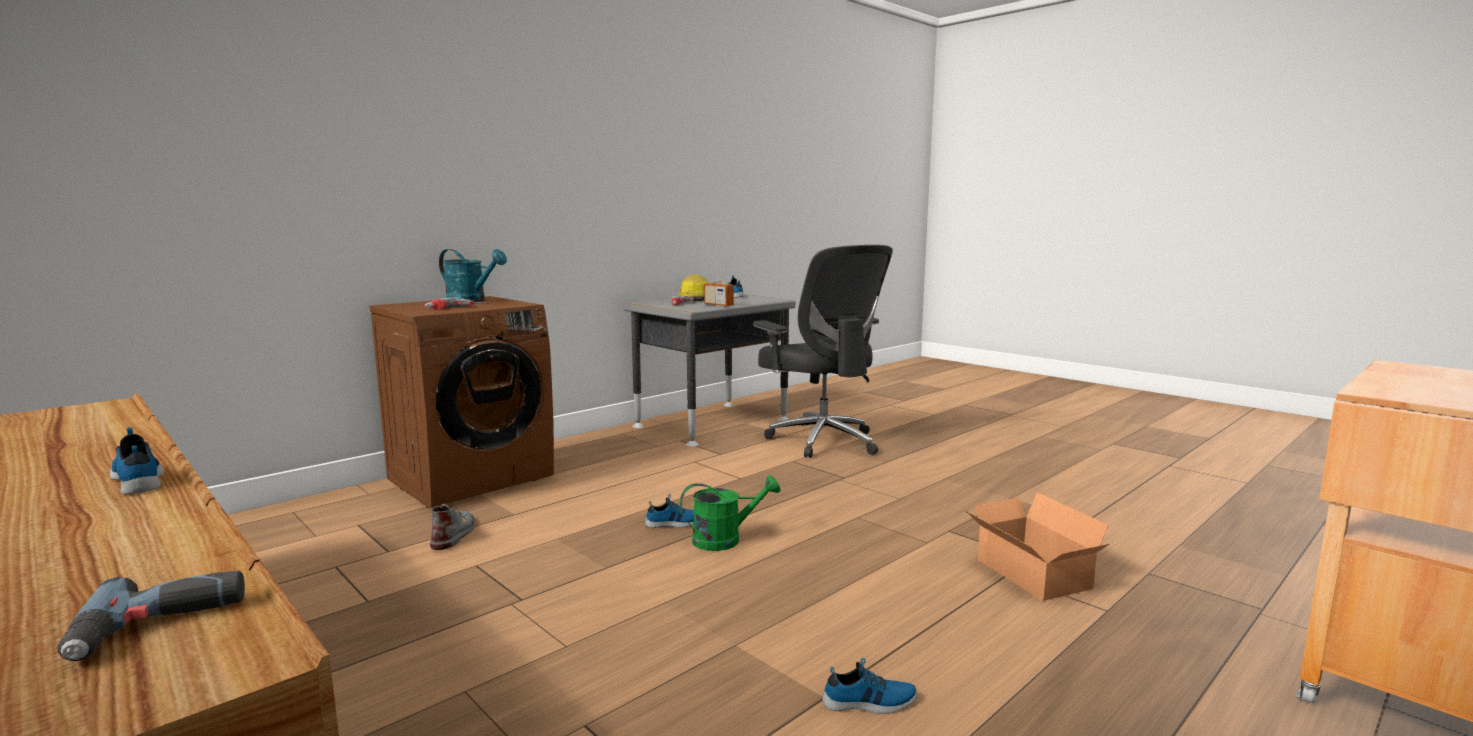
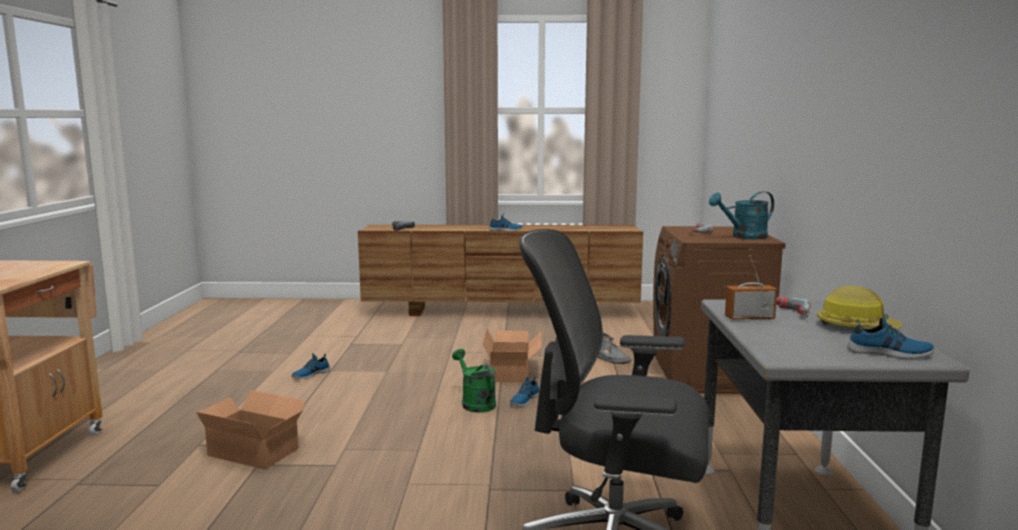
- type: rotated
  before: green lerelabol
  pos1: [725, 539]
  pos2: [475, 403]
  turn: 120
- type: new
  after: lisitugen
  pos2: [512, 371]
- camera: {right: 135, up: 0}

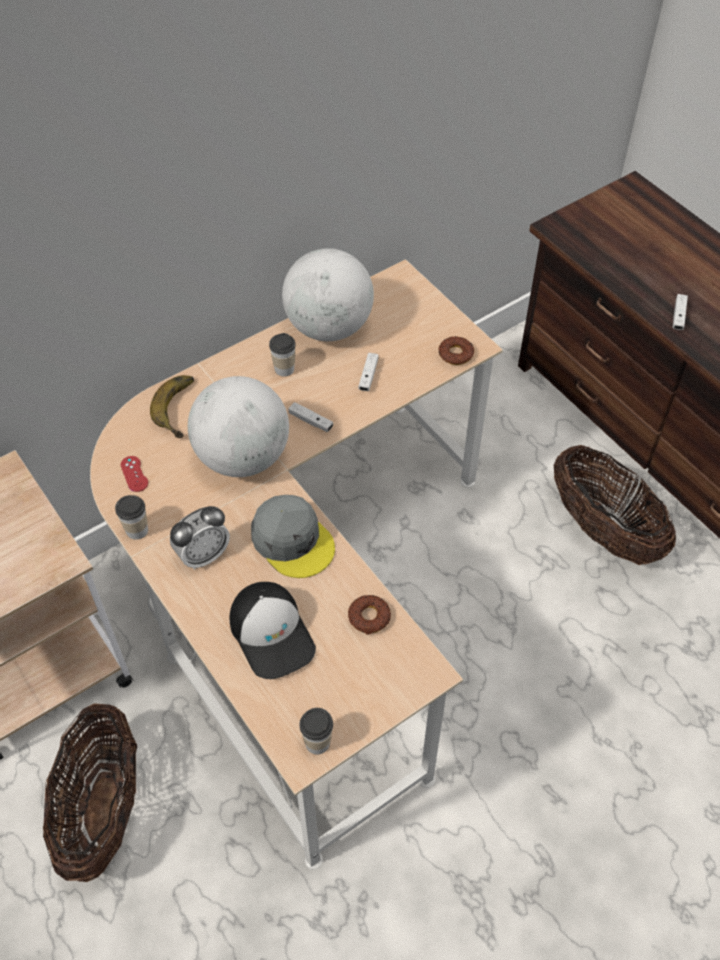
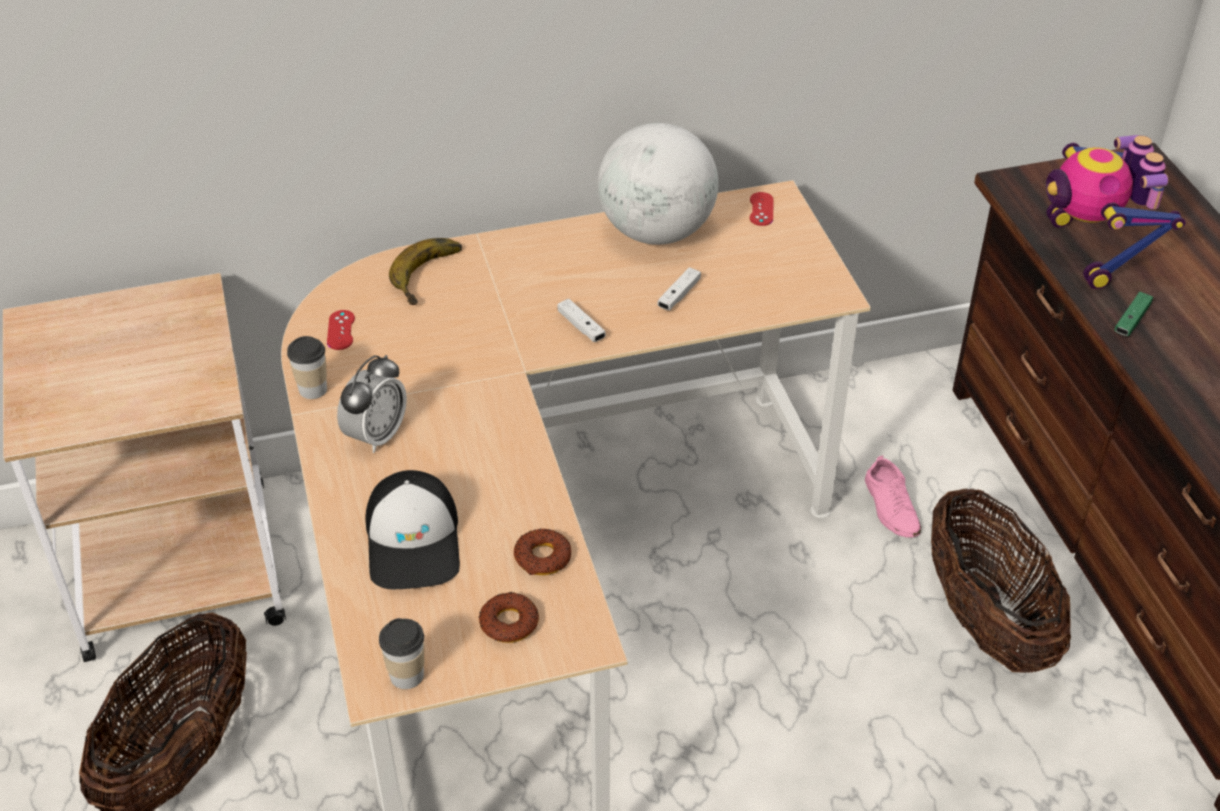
- type: rotated
  before: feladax
  pos1: [203, 555]
  pos2: [376, 435]
  turn: -45
- type: shifted
  before: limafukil
  pos1: [455, 354]
  pos2: [509, 622]
- type: new
  after: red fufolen
  pos2: [761, 209]
- type: new
  after: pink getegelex
  pos2: [891, 507]
- type: new
  after: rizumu
  pos2: [1092, 251]
- type: repainted
  before: white fufolen
  after: green fufolen
  pos1: [678, 316]
  pos2: [1131, 320]
- type: gone
  before: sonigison
  pos1: [242, 457]
- type: gone
  before: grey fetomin
  pos1: [293, 540]
- type: gone
  before: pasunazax
  pos1: [284, 369]
- camera: {right: 20, up: -10}

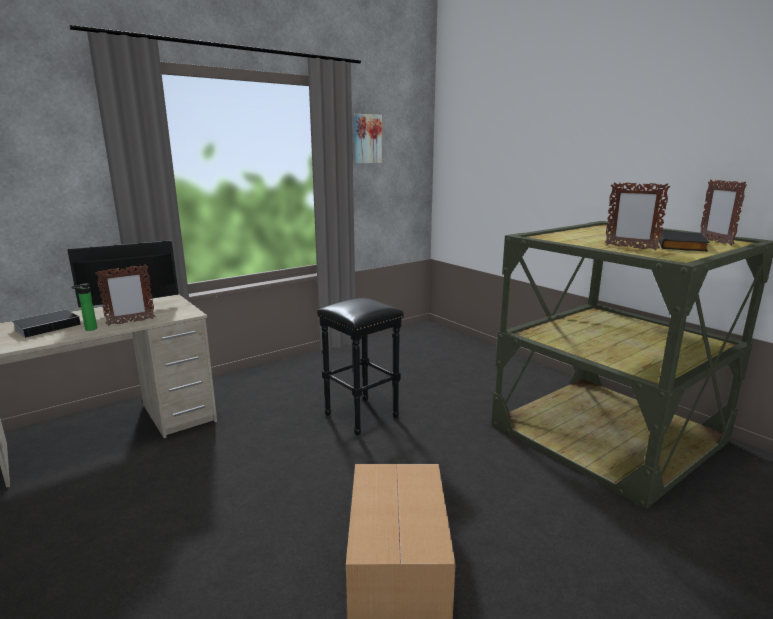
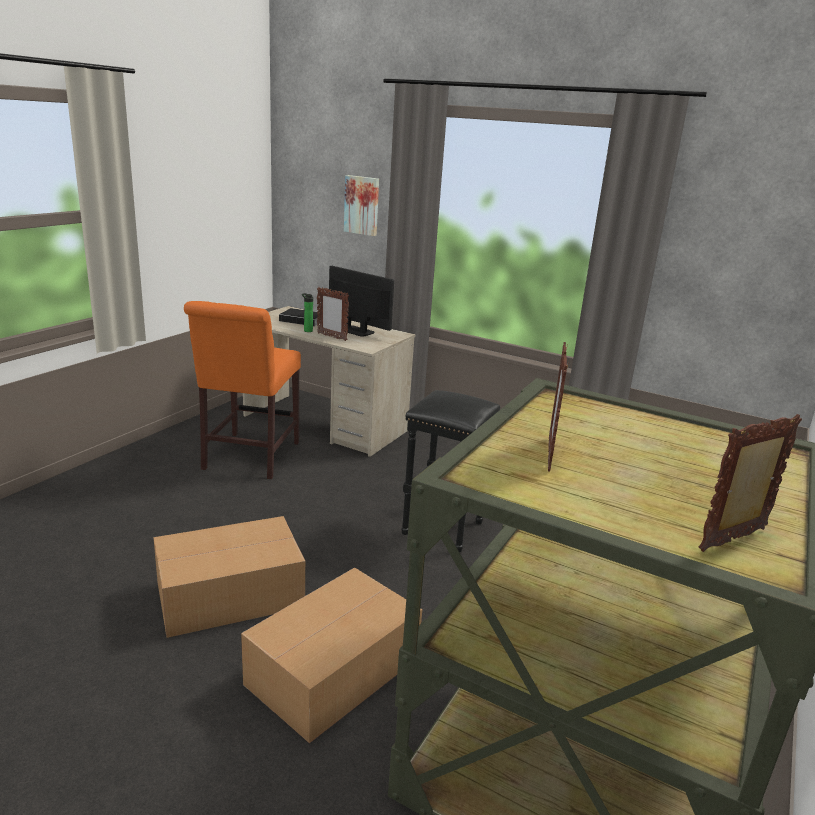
- type: new
  after: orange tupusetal
  pos2: [248, 458]
- type: new
  after: lisitugen
  pos2: [336, 670]
- type: shifted
  before: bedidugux
  pos1: [367, 139]
  pos2: [362, 205]
- type: gone
  before: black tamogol
  pos1: [682, 245]
- camera: {right: 65, up: 5}

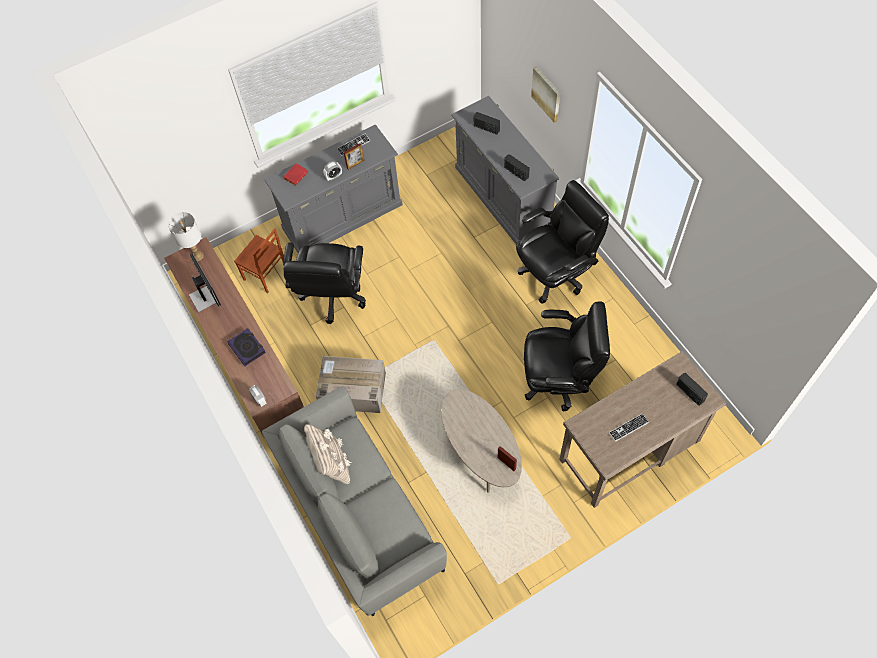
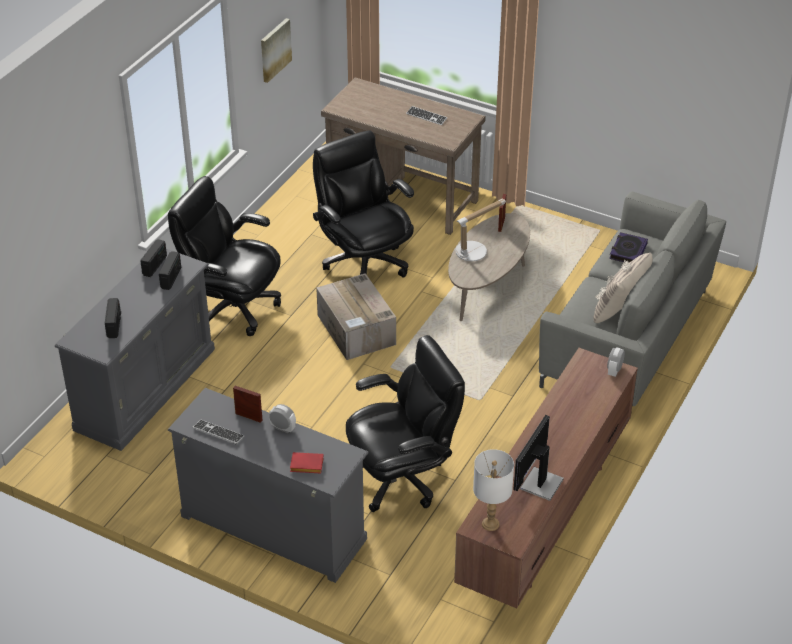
- type: shifted
  before: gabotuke
  pos1: [690, 392]
  pos2: [155, 265]
- type: shifted
  before: bedidugux
  pos1: [547, 94]
  pos2: [274, 49]
- type: shifted
  before: lisitugen
  pos1: [352, 390]
  pos2: [357, 330]
- type: new
  after: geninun
  pos2: [474, 250]
- type: shifted
  before: tamogol
  pos1: [247, 348]
  pos2: [628, 251]
- type: gone
  before: brown tupusetal
  pos1: [266, 275]
- camera: {right: -125, up: -20}

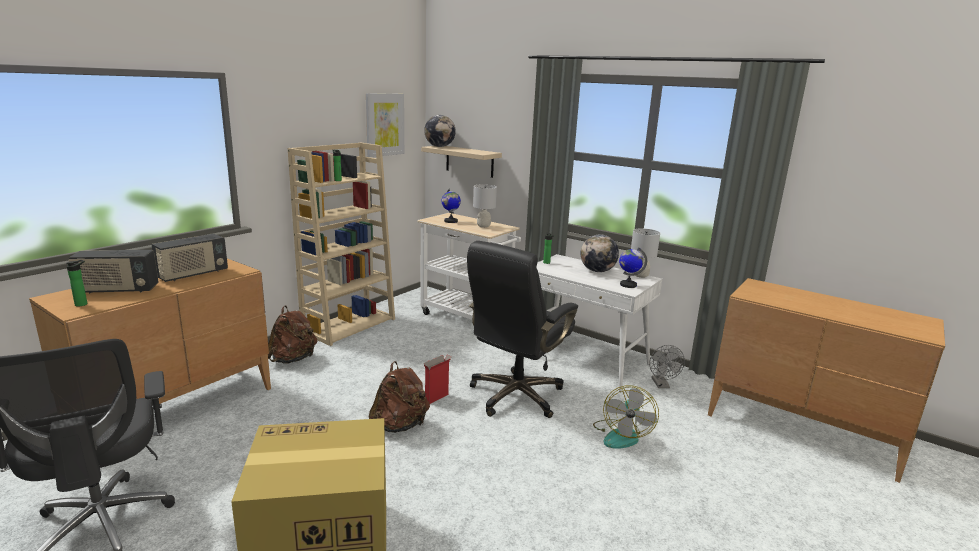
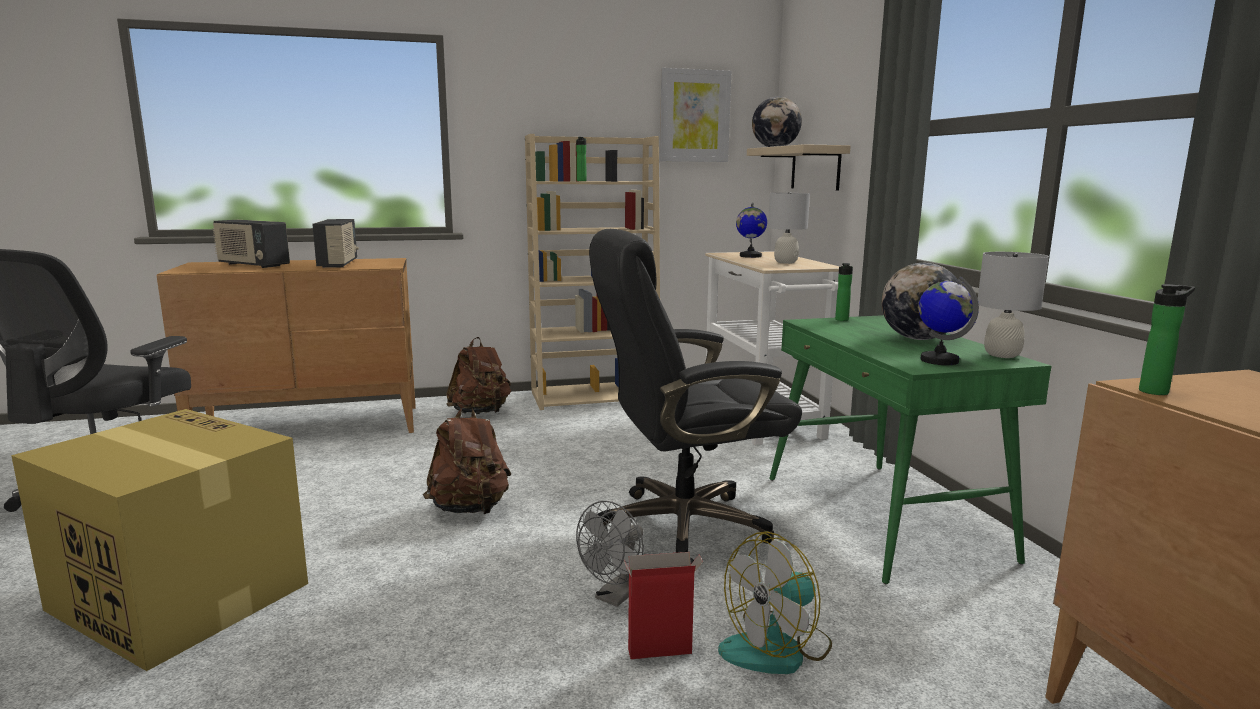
- type: rotated
  before: gabotuke
  pos1: [193, 274]
  pos2: [339, 264]
  turn: -90
- type: shifted
  before: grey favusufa
  pos1: [662, 385]
  pos2: [615, 597]
- type: shifted
  before: lisitugen
  pos1: [437, 398]
  pos2: [661, 651]
- type: repainted
  before: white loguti
  after: green loguti
  pos1: [583, 359]
  pos2: [883, 517]
- type: shifted
  before: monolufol
  pos1: [83, 304]
  pos2: [1156, 391]
- camera: {right: 40, up: -5}

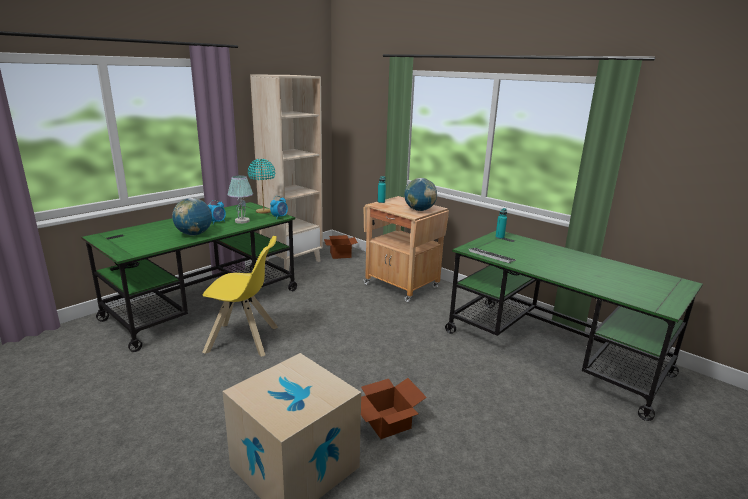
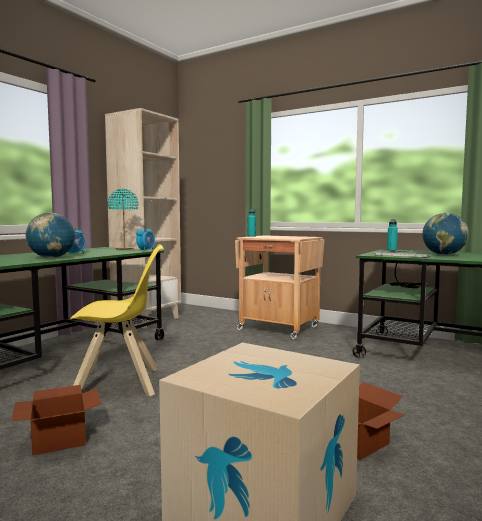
- type: shifted
  before: lisitugen
  pos1: [341, 254]
  pos2: [60, 438]
- type: shifted
  before: sonigison
  pos1: [419, 210]
  pos2: [443, 255]
- type: gone
  before: geninun
  pos1: [242, 221]
- camera: {right: -10, up: -15}

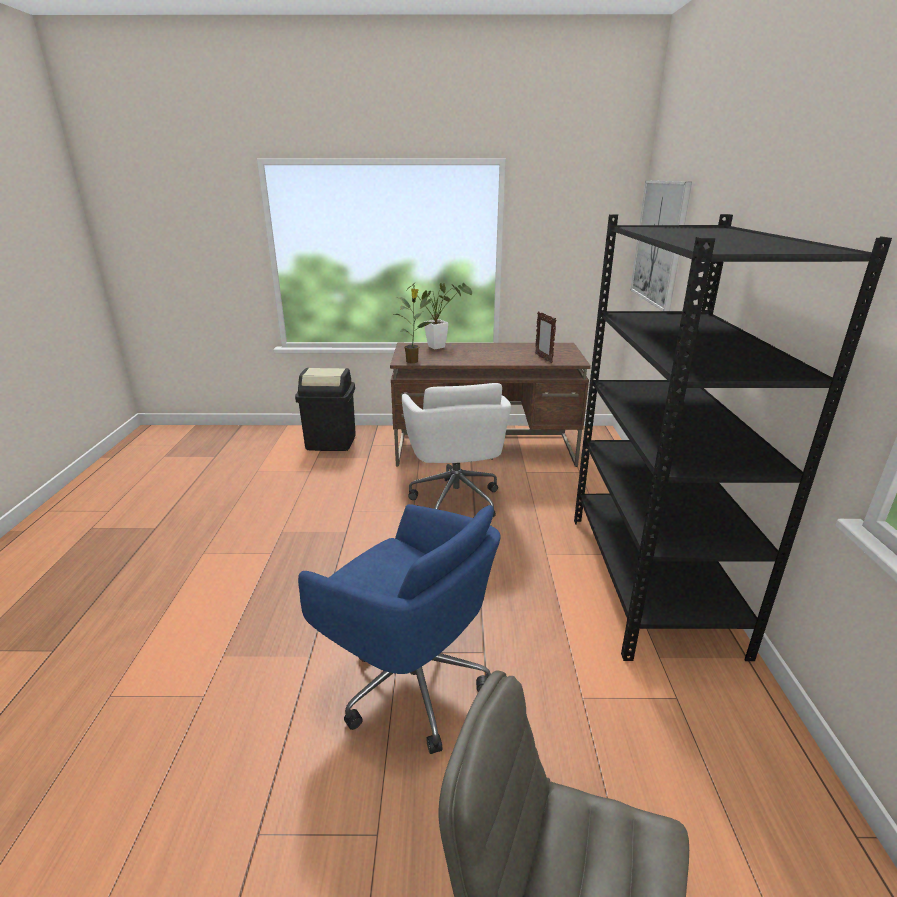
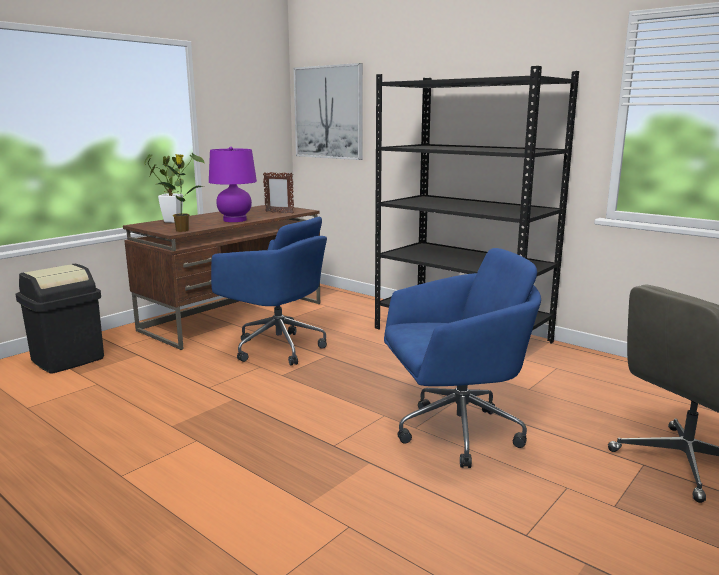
- type: new
  after: purple geninun
  pos2: [235, 220]
- type: repainted
  before: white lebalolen
  after: blue lebalolen
  pos1: [454, 498]
  pos2: [275, 348]
- camera: {right: -50, up: -10}

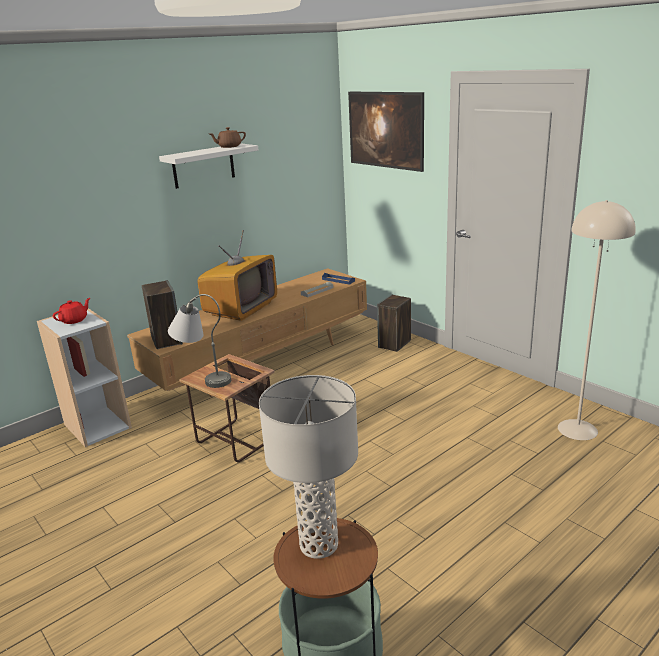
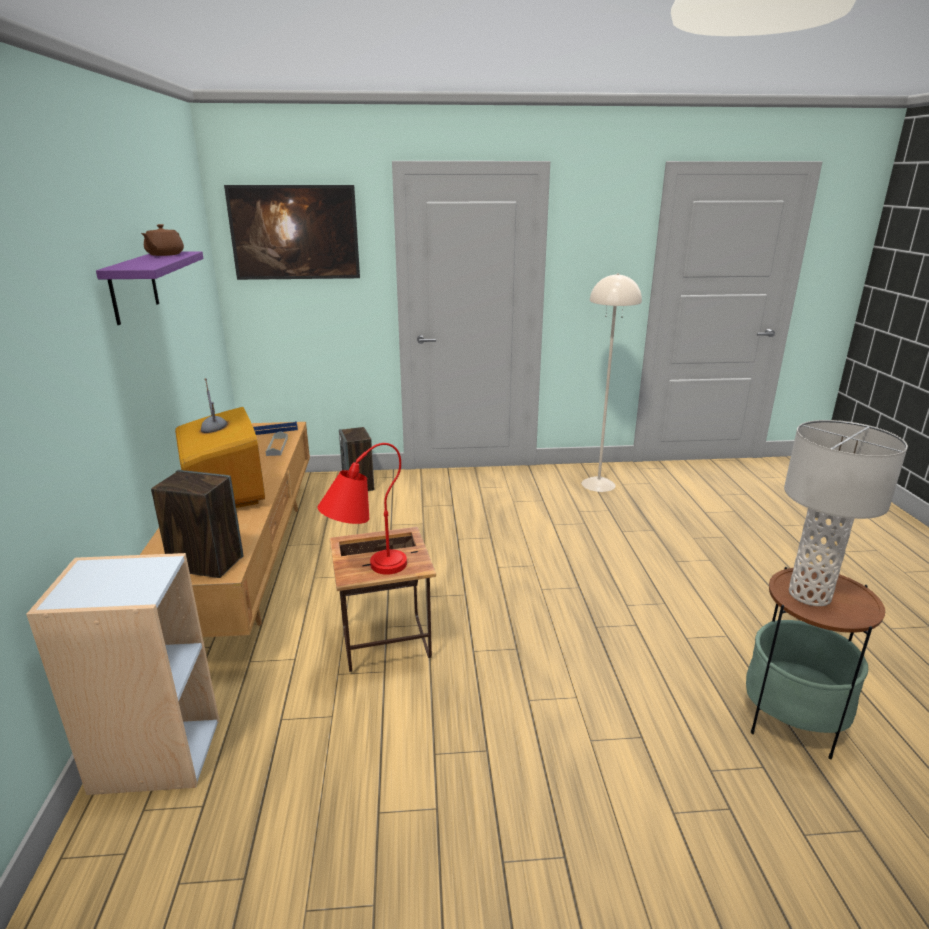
- type: repainted
  before: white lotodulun
  after: purple lotodulun
  pos1: [203, 166]
  pos2: [133, 287]
- type: repainted
  before: grey geninun
  after: red geninun
  pos1: [203, 378]
  pos2: [365, 571]
- type: gone
  before: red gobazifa
  pos1: [74, 320]
- camera: {right: -55, up: 0}

